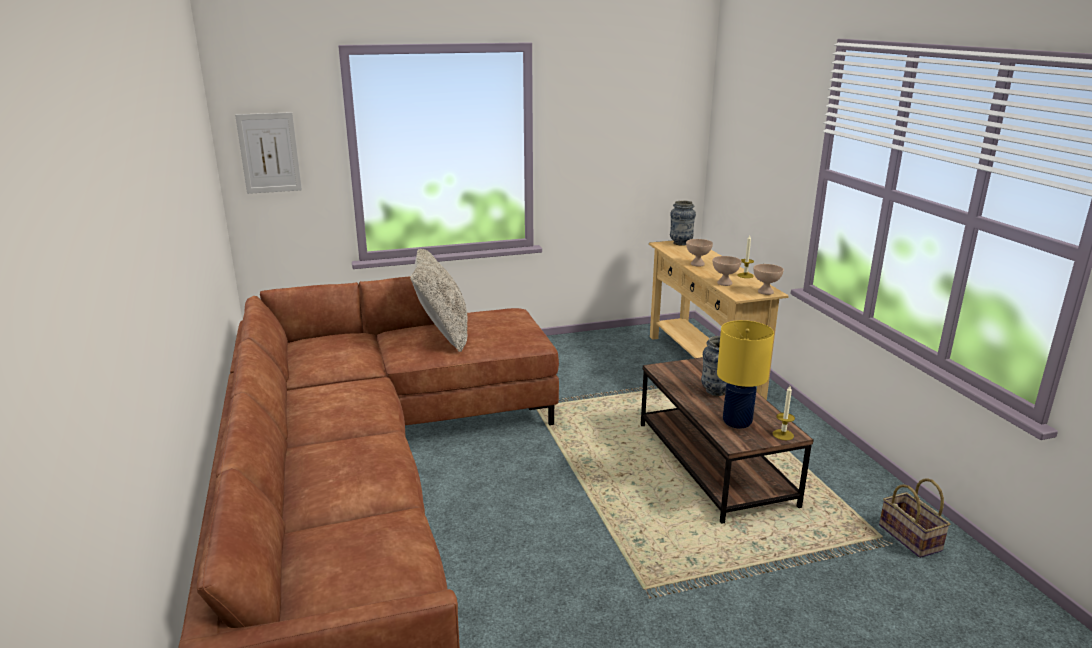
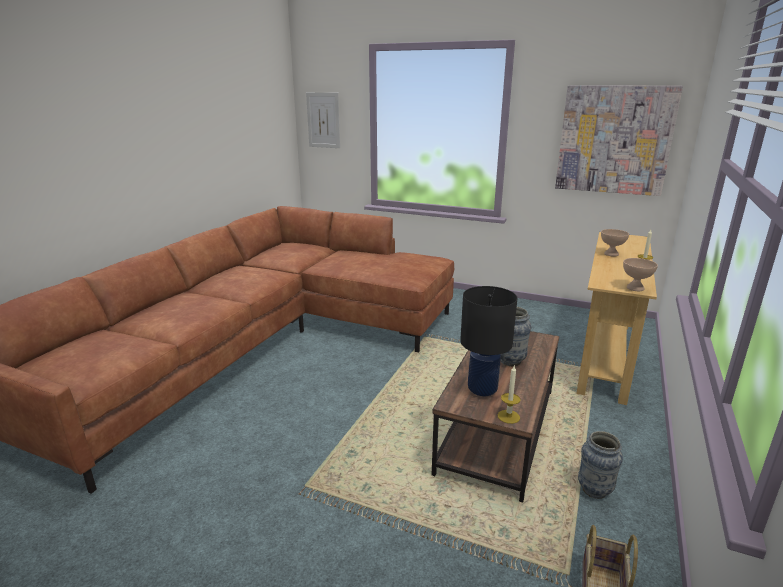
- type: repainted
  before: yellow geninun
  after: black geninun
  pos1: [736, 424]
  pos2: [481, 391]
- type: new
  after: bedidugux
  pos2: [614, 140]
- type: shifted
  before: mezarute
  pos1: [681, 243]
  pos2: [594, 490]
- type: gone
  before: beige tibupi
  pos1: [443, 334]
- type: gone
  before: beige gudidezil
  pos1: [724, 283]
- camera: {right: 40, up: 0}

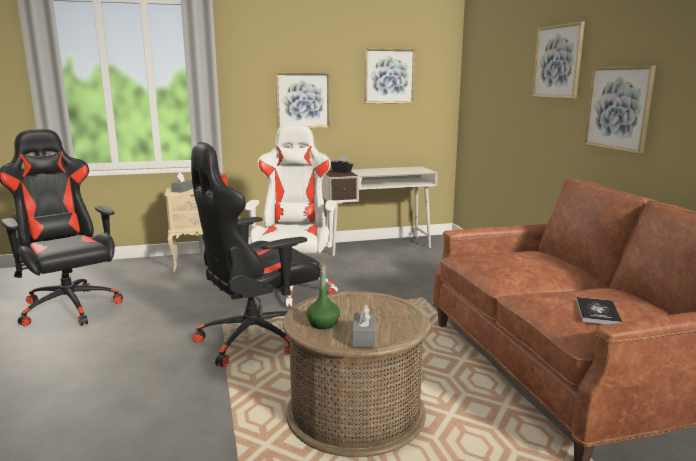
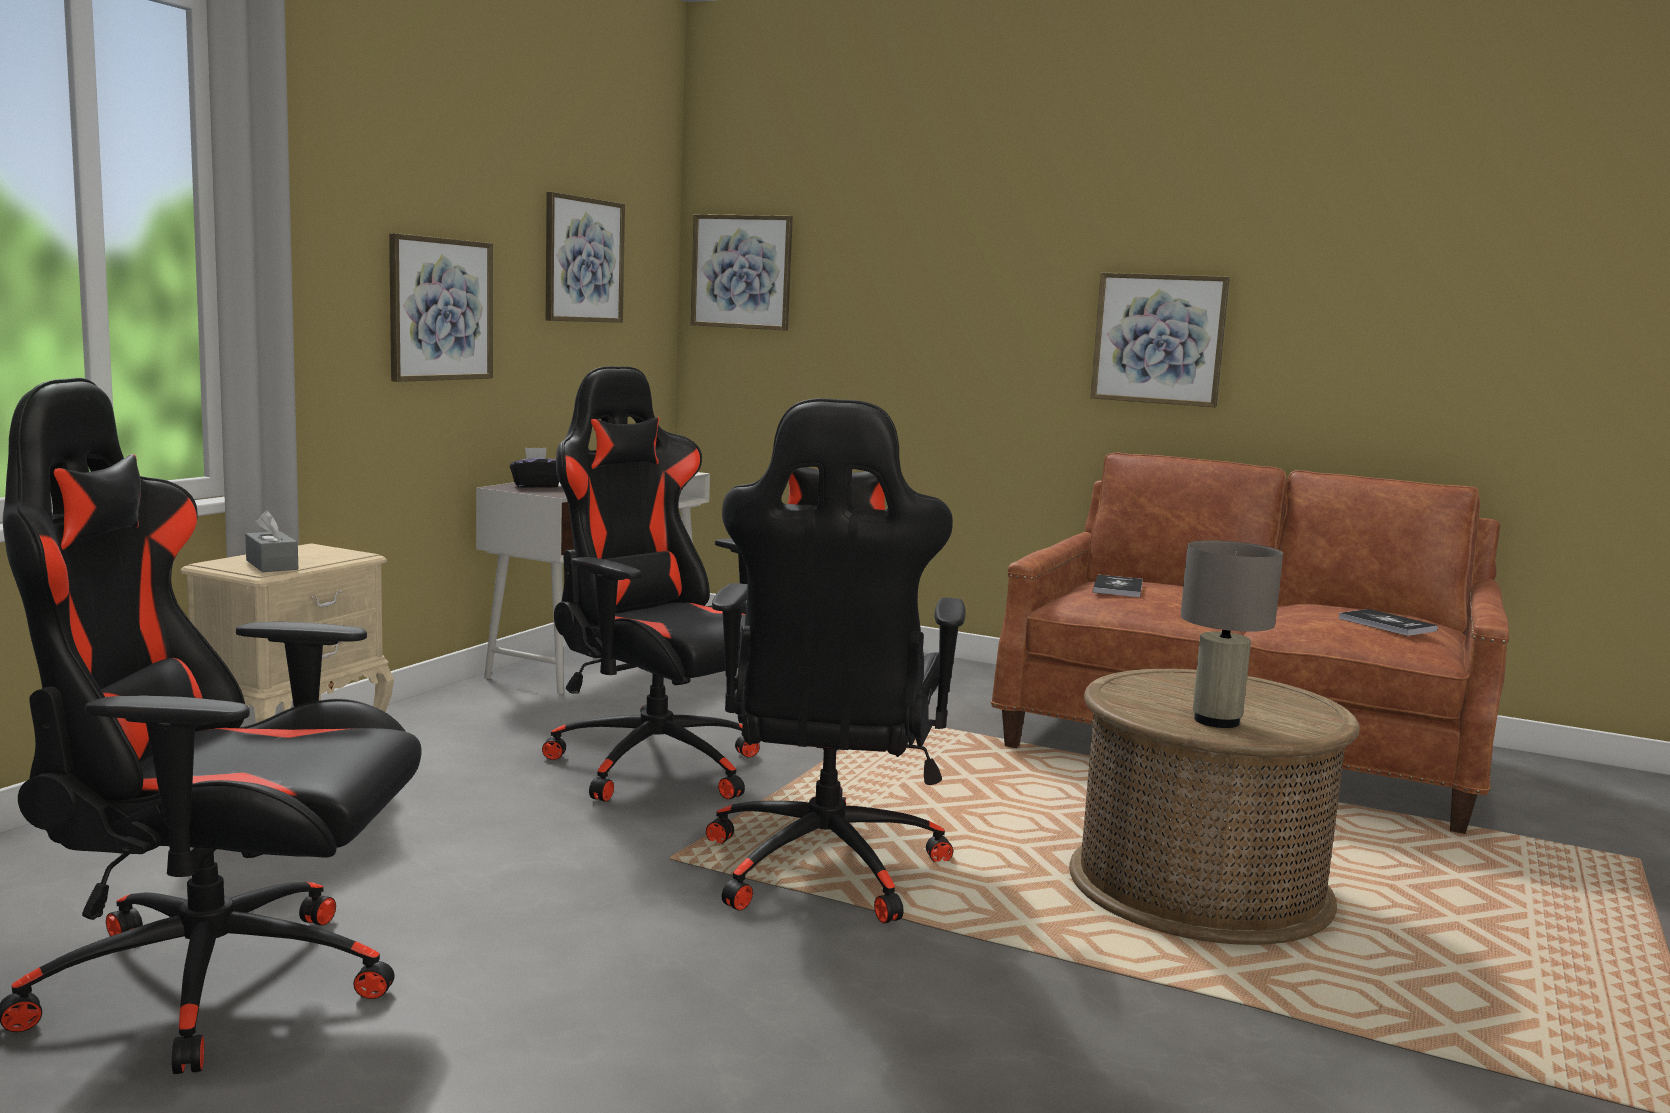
- type: repainted
  before: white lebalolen
  after: black lebalolen
  pos1: [294, 291]
  pos2: [667, 772]
- type: shifted
  before: bedidugux
  pos1: [558, 61]
  pos2: [742, 272]
- type: new
  after: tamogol
  pos2: [1117, 588]
- type: swapped
  before: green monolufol
  after: grey geninun
  pos1: [323, 324]
  pos2: [1216, 721]
- type: gone
  before: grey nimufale
  pos1: [364, 337]
- camera: {right: -50, up: -5}

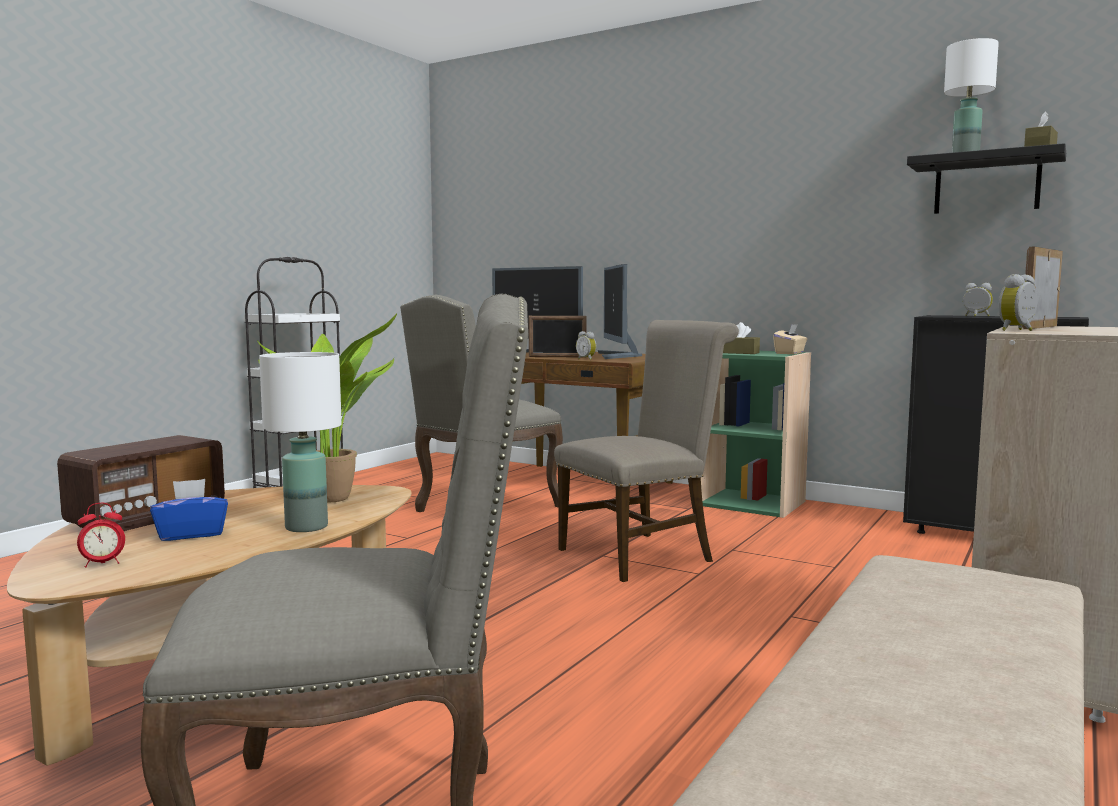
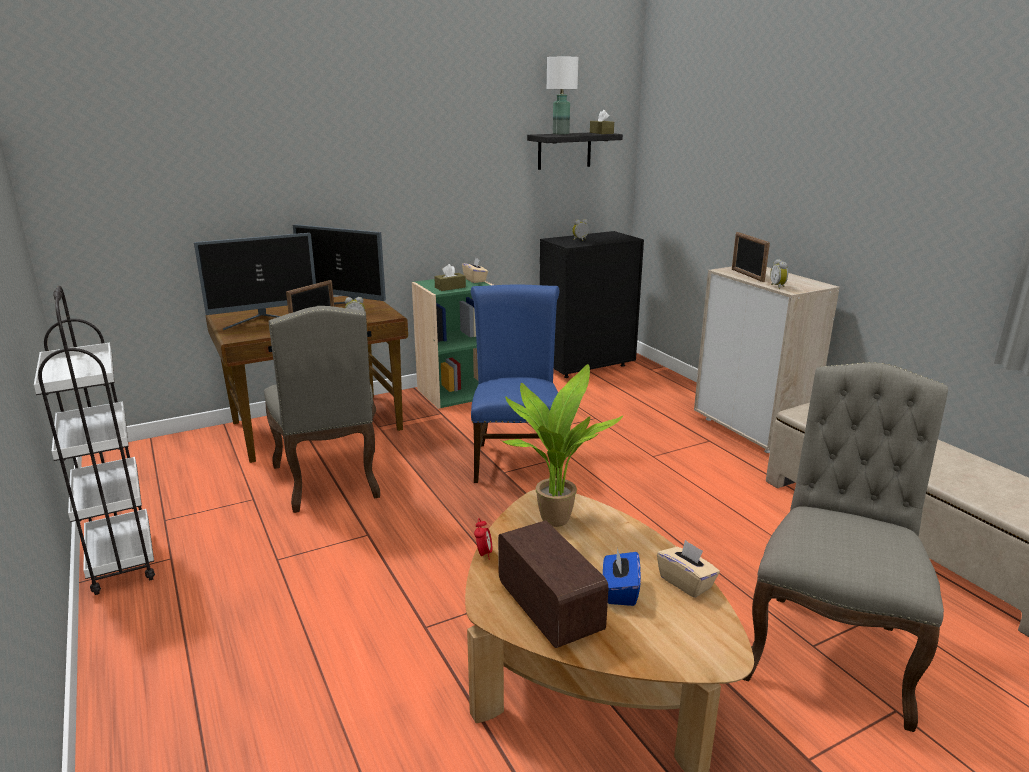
- type: repainted
  before: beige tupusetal
  after: blue tupusetal
  pos1: [643, 554]
  pos2: [516, 459]
- type: shifted
  before: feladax
  pos1: [102, 563]
  pos2: [483, 554]
- type: new
  after: beige nimufale
  pos2: [686, 582]
- type: gone
  before: white geninun
  pos1: [305, 527]
- camera: {right: -60, up: 15}

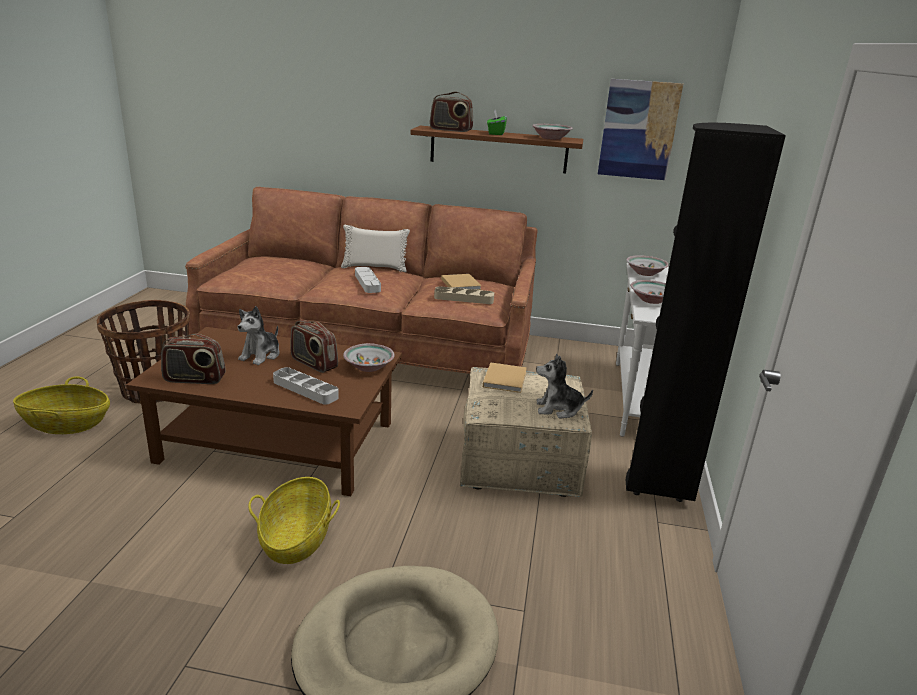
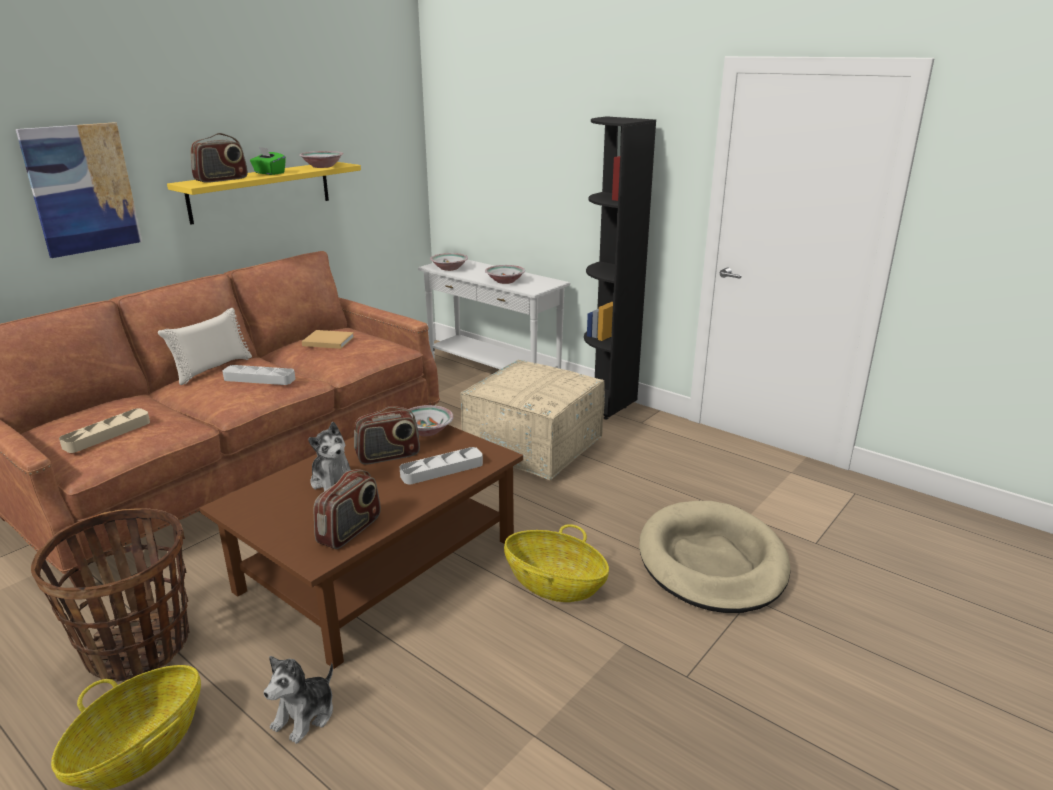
- type: shifted
  before: bedidugux
  pos1: [638, 130]
  pos2: [82, 189]
- type: shifted
  before: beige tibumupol
  pos1: [464, 298]
  pos2: [107, 434]
- type: repainted
  before: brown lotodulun
  after: yellow lotodulun
  pos1: [498, 149]
  pos2: [261, 191]
- type: shifted
  before: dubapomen
  pos1: [558, 409]
  pos2: [305, 716]
- type: gone
  before: beige tamogol
  pos1: [505, 378]
- camera: {right: -60, up: 0}

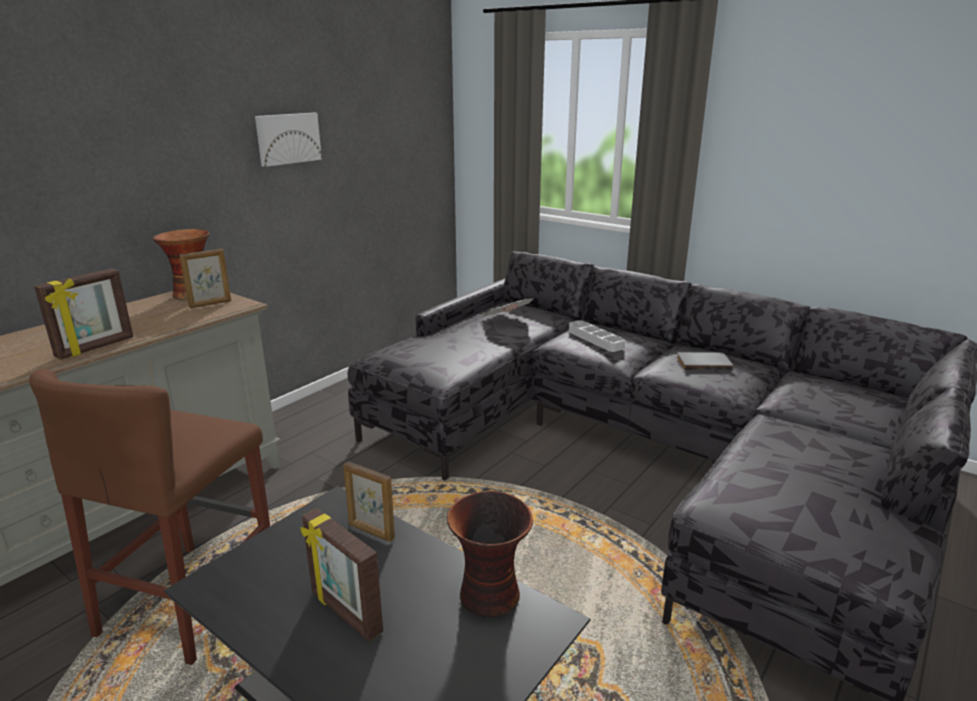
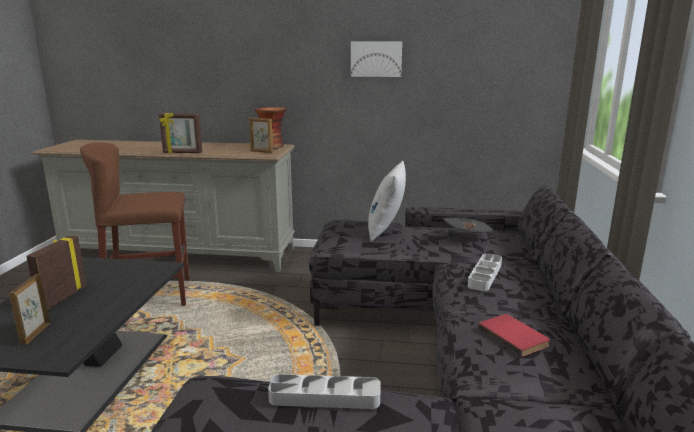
- type: shifted
  before: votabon
  pos1: [371, 532]
  pos2: [35, 334]
- type: new
  after: grey tibumupol
  pos2: [325, 397]
- type: new
  after: grey tibupi
  pos2: [386, 230]
- type: repainted
  before: grey tamogol
  after: red tamogol
  pos1: [703, 363]
  pos2: [514, 336]
- type: gone
  before: mezarute
  pos1: [490, 597]
- camera: {right: 60, up: -5}

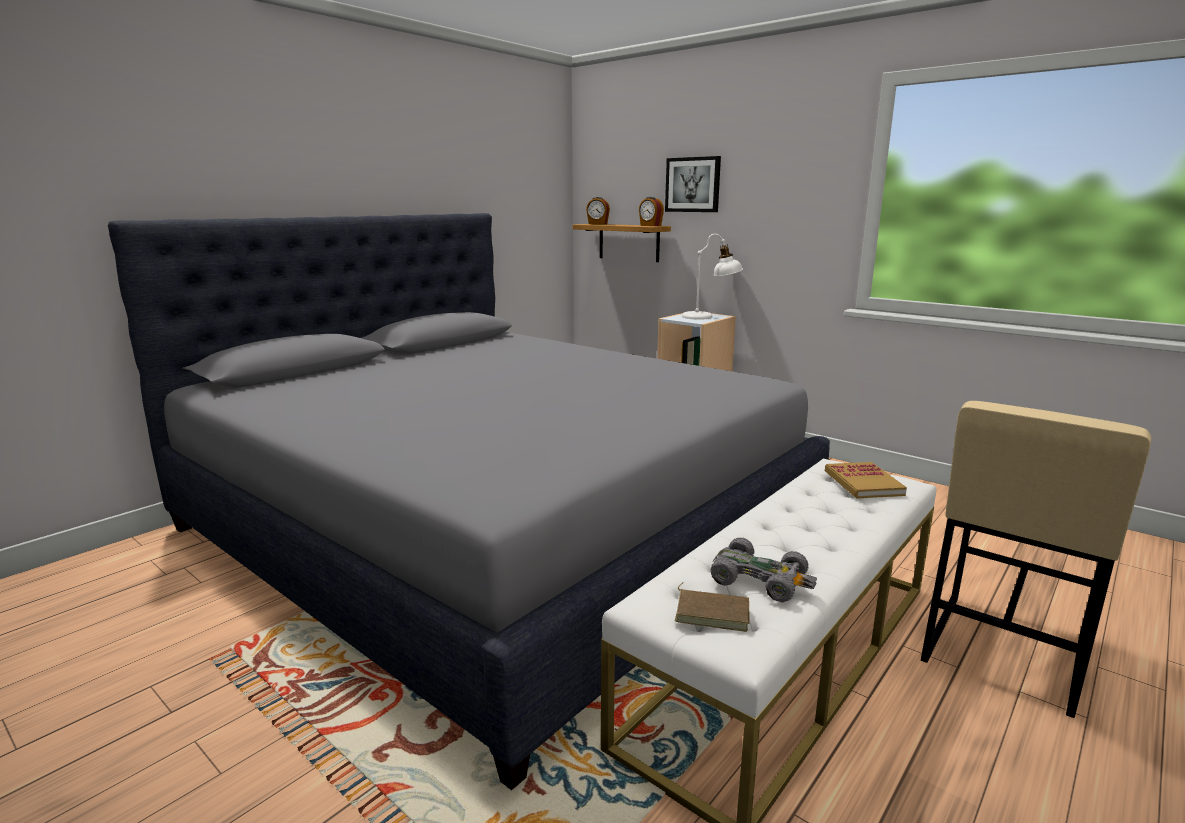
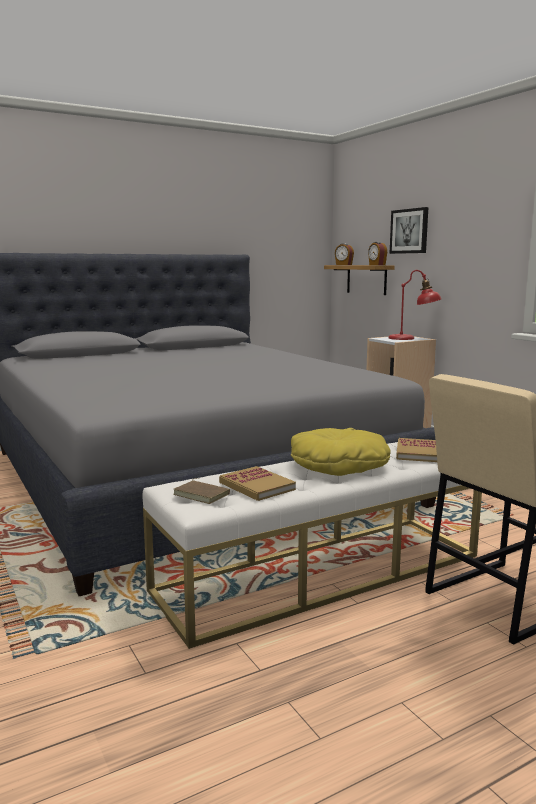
- type: swapped
  before: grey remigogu
  after: tamogol
  pos1: [760, 580]
  pos2: [256, 486]
- type: new
  after: yellow tibupi
  pos2: [338, 465]
- type: repainted
  before: white geninun
  after: red geninun
  pos1: [710, 316]
  pos2: [413, 338]
- camera: {right: 20, up: -5}

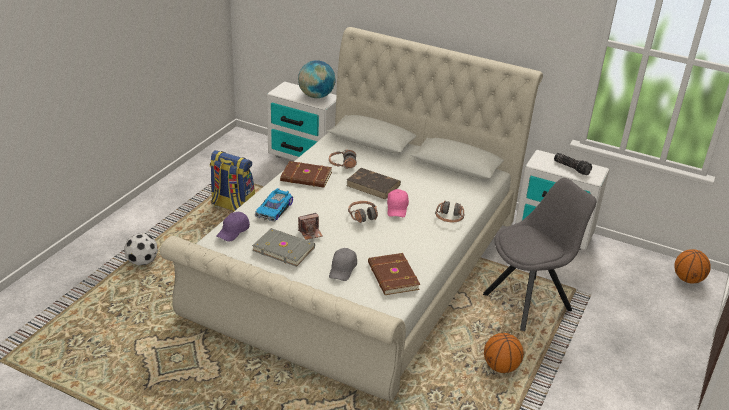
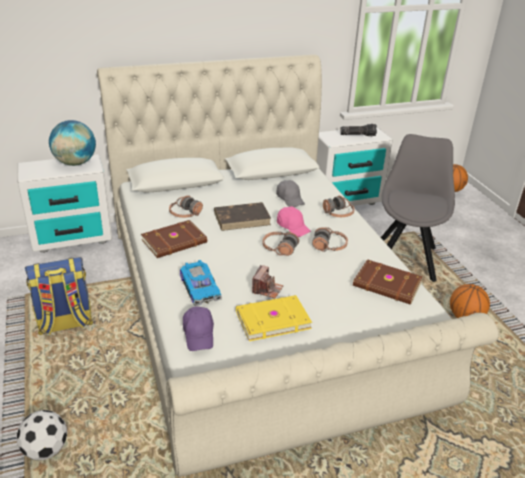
- type: repainted
  before: grey tamogol
  after: yellow tamogol
  pos1: [284, 248]
  pos2: [272, 319]
- type: shifted
  before: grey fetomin
  pos1: [343, 270]
  pos2: [290, 199]
- type: new
  after: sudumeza
  pos2: [329, 246]
- camera: {right: -45, up: 0}

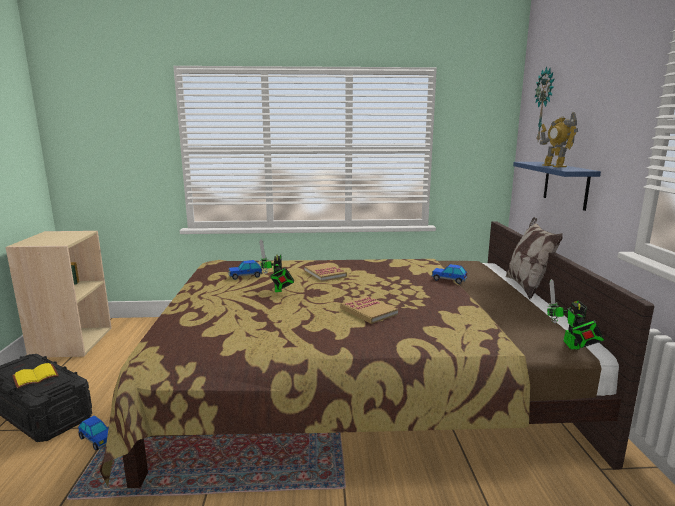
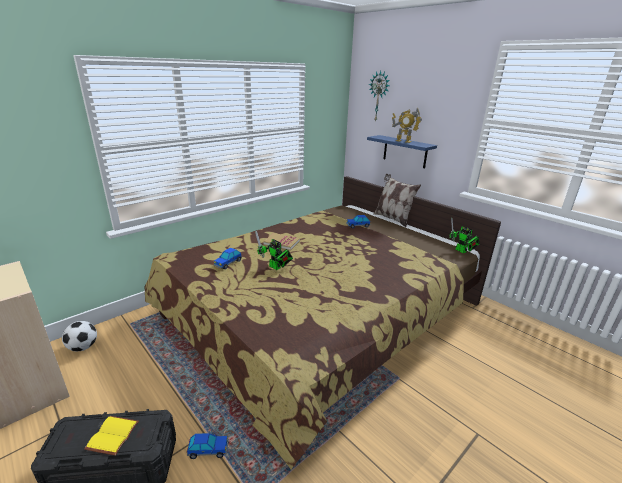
- type: new
  after: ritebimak
  pos2: [83, 347]
- type: gone
  before: tamogol
  pos1: [368, 311]
- camera: {right: -40, up: 10}

